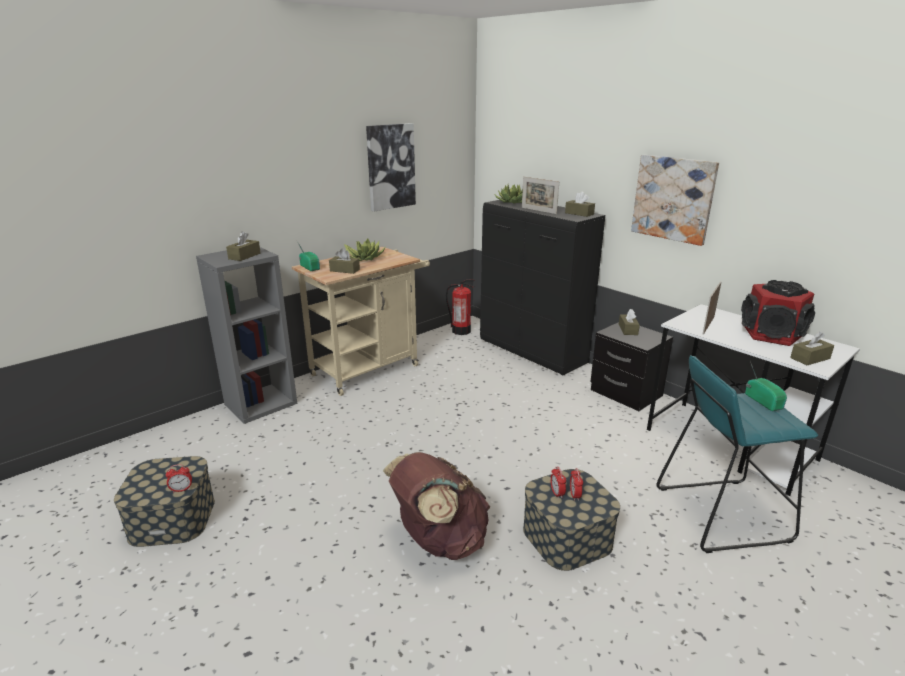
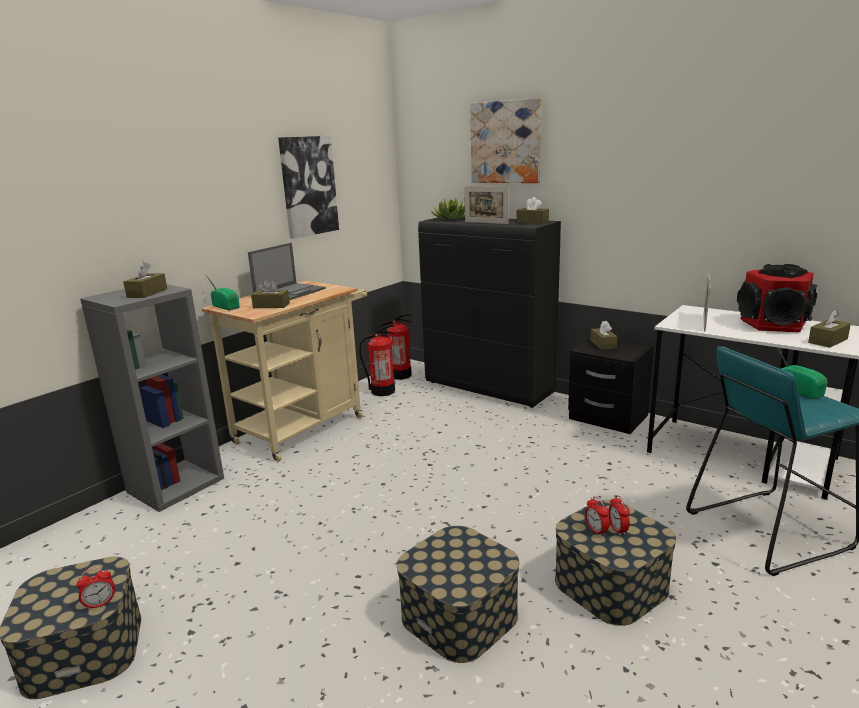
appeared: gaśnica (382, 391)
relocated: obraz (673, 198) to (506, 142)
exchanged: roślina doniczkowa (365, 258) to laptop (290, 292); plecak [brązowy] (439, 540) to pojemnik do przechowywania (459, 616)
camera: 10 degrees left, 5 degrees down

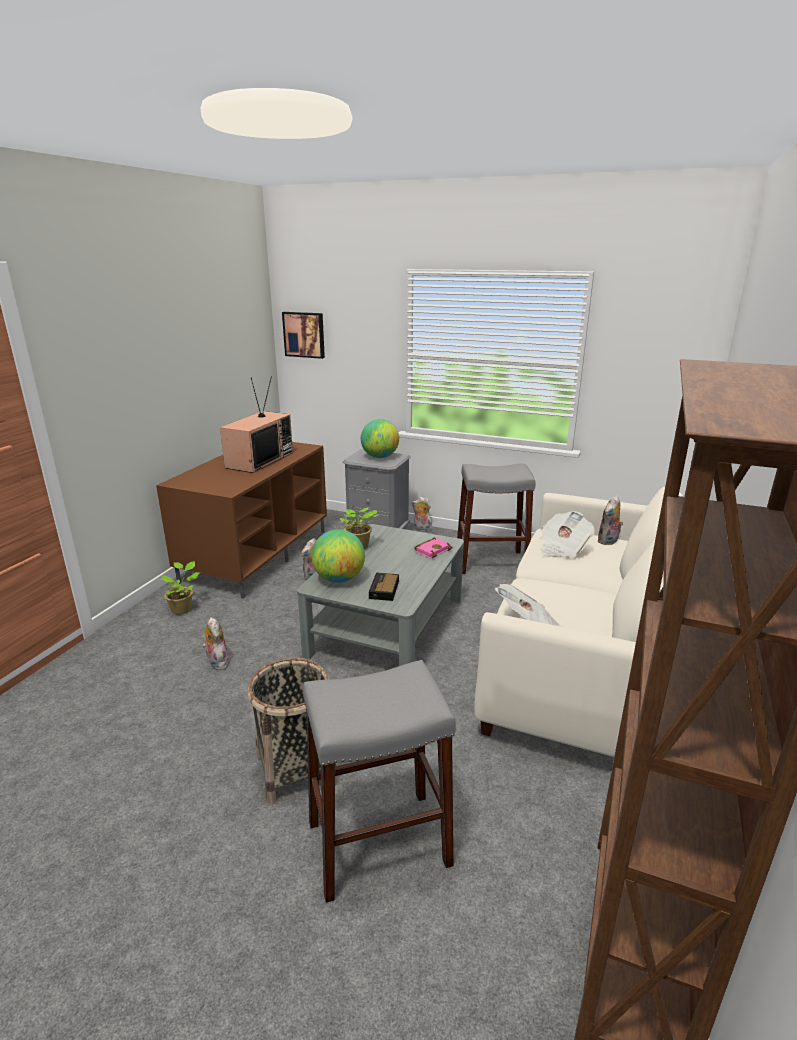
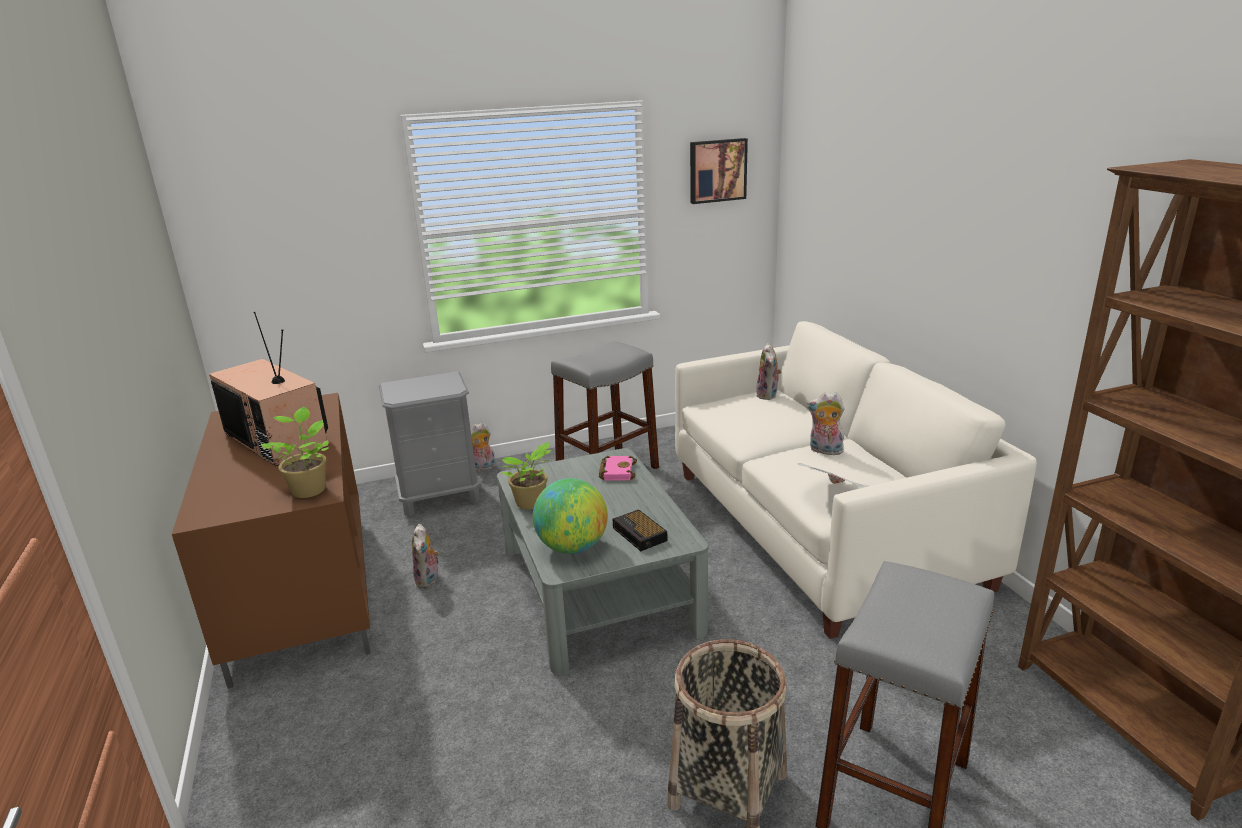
missing: globus (380, 457); gazeta (562, 548)
relocated: roślina doniczkowa (182, 609) to (309, 489); obraz (304, 334) to (717, 170); pluszak (217, 662) to (824, 451)
spun: telewizor (259, 460) = (279, 440) 150 degrees clockwise
camera: 40 degrees left, 0 degrees up

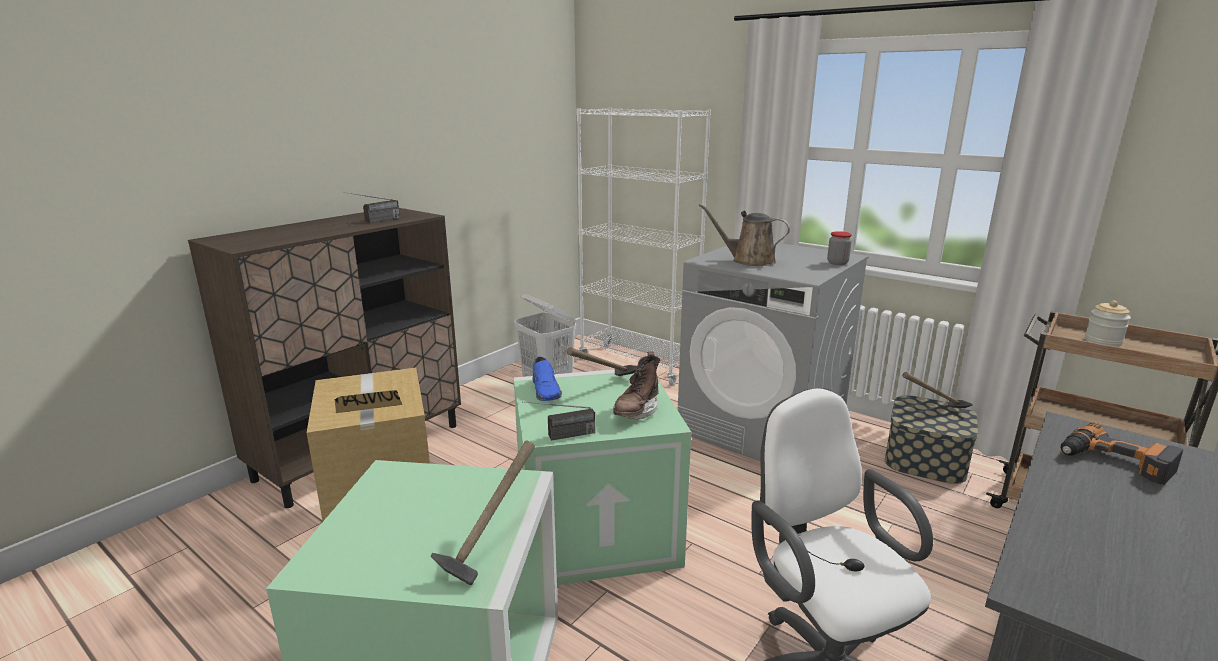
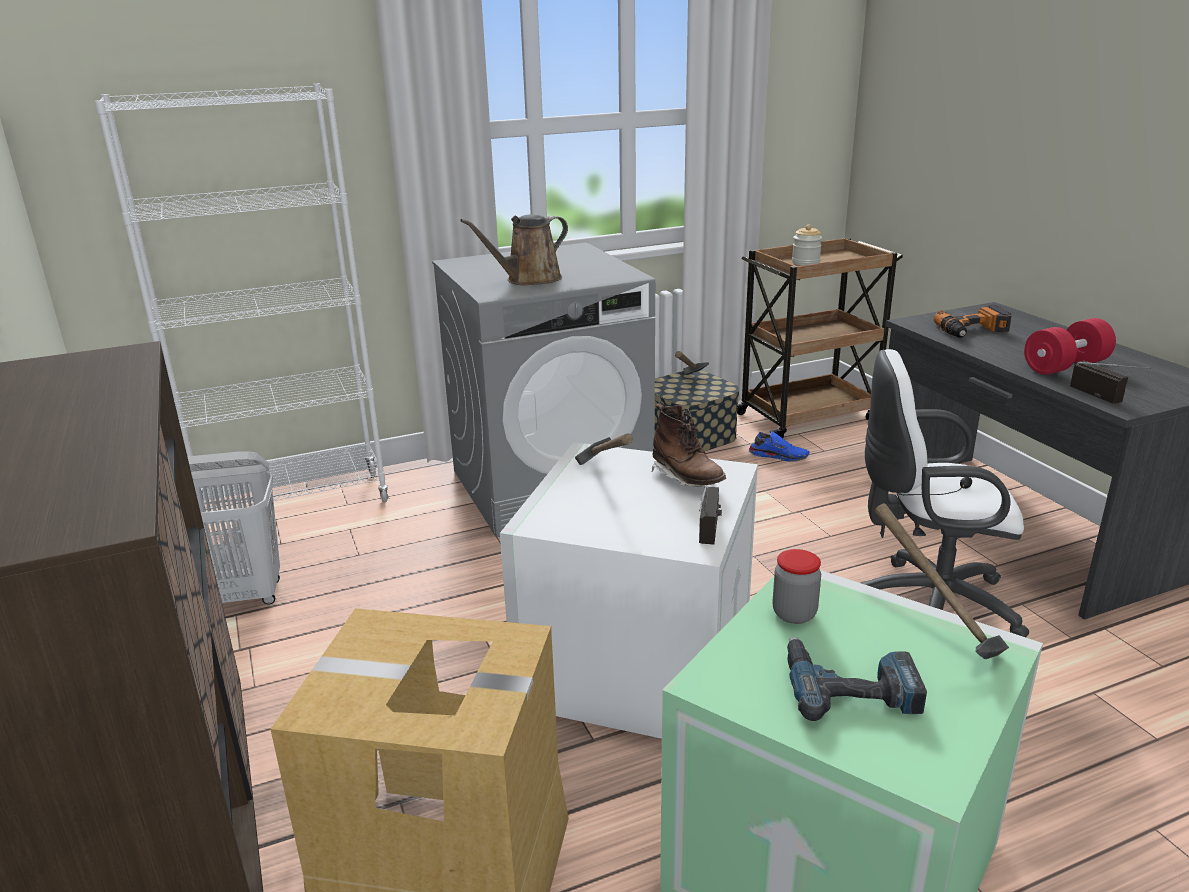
appeared: wiertarka (849, 686); hantel [czerwony] (1065, 366)
relocated: but [niebieski] (546, 390) to (778, 456); słoik (837, 263) to (794, 614); radio (375, 221) to (1108, 398)
colour: pojemnik do przechowywania [zielony] (597, 527) to pojemnik do przechowywania [biały] (635, 660)
camera: 60 degrees left, 5 degrees up

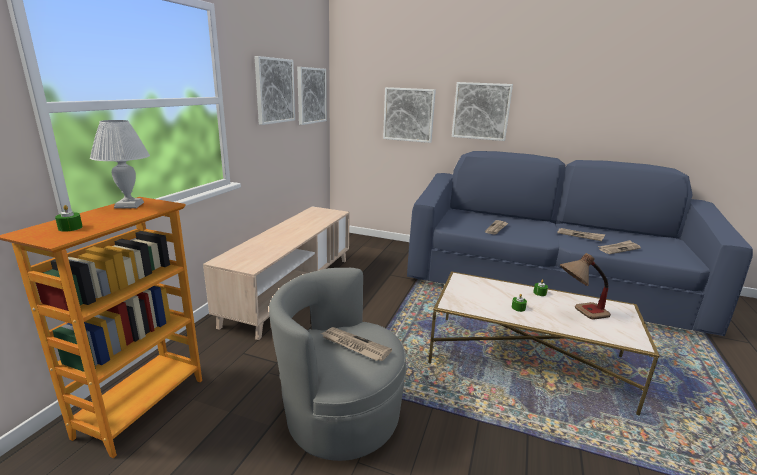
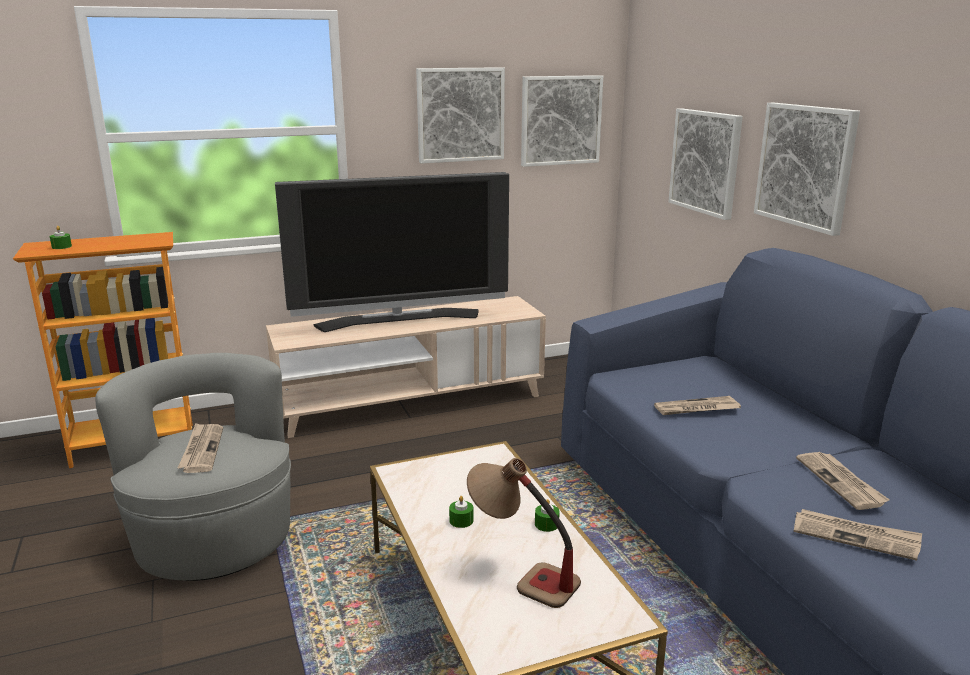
missing: lampa stołowa [biały] (129, 205)
appeared: telewizor (400, 320)
camera: 50 degrees right, 0 degrees up

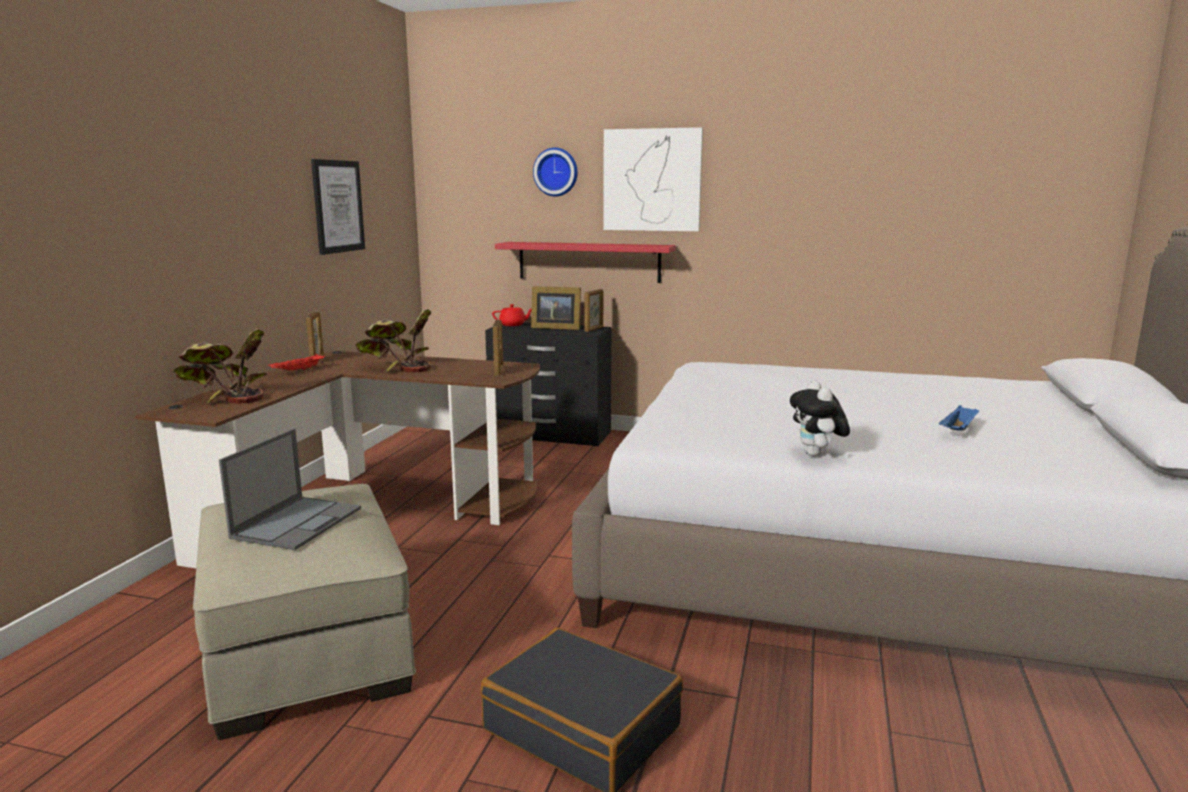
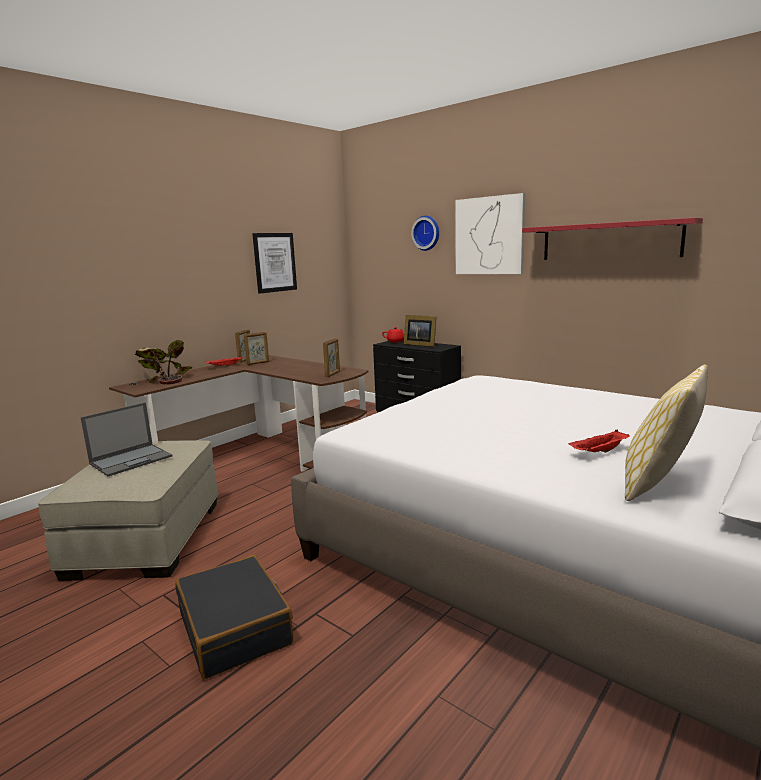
missing: roślina doniczkowa (398, 367); pluszak (816, 455)
appeared: poduszka (659, 484)
relocated: ramka na zdjęcie (594, 329) to (258, 363); półka [czerwony] (589, 262) to (609, 241)
colour: taca [niebieski] (958, 431) to taca [czerwony] (599, 452)
camera: 25 degrees right, 0 degrees up

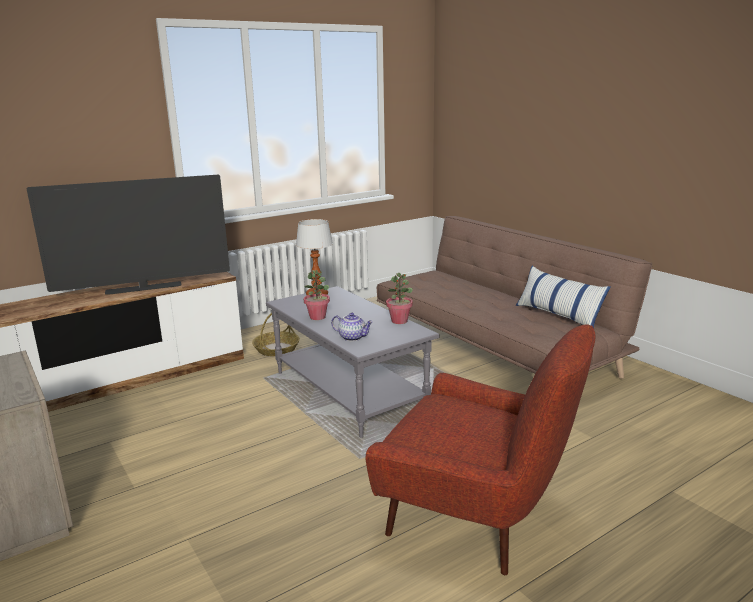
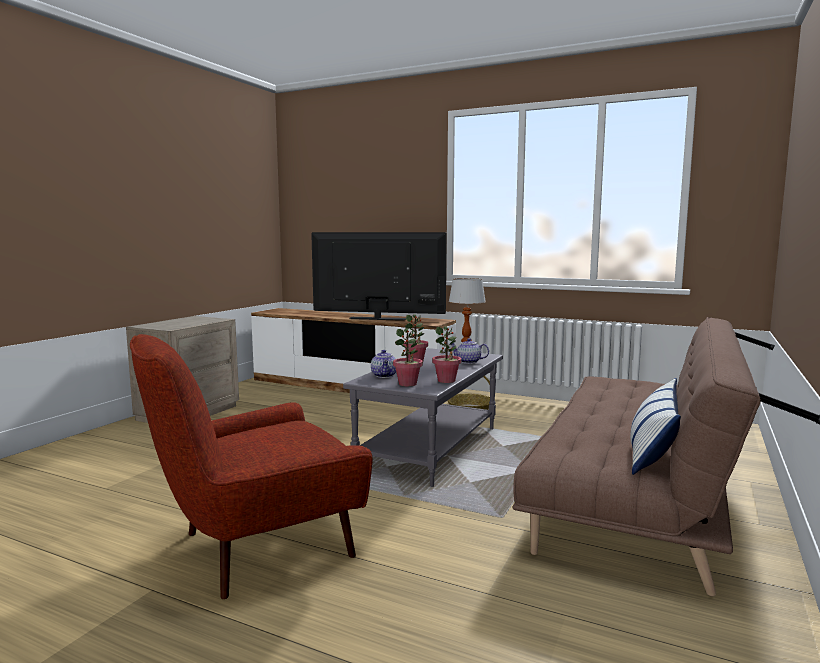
appeared: roślina doniczkowa (408, 384); imbryk (468, 362)
spun: fotel [czerwony] (477, 518) = (256, 548) 60 degrees clockwise; telewizor (144, 288) = (378, 319) 150 degrees clockwise
camera: 60 degrees right, 10 degrees down

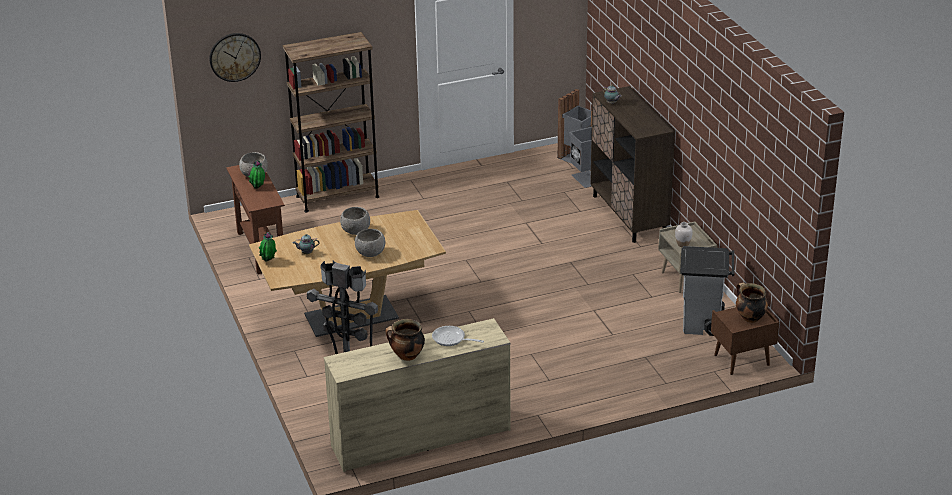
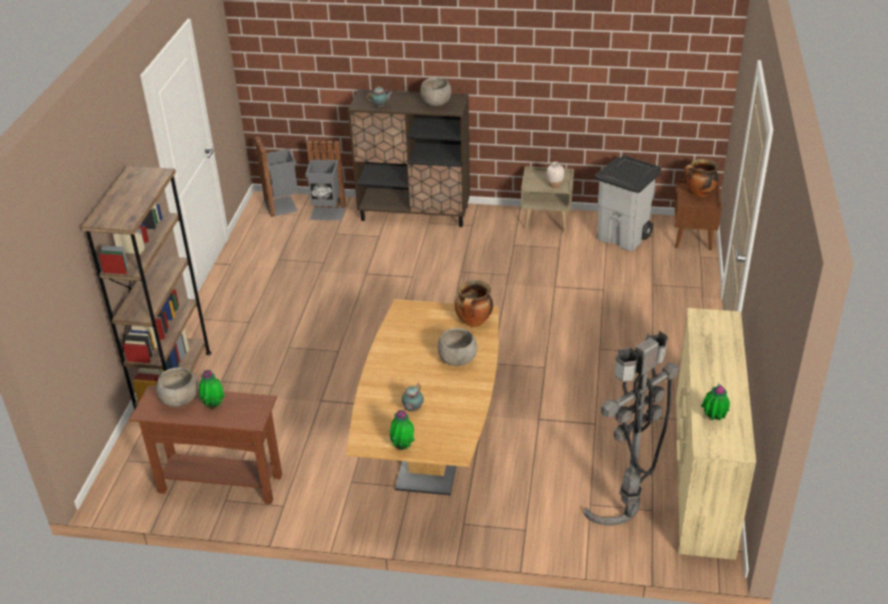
missing: zegar ścienny (235, 57); patelnia (451, 339)
appeared: roślina doniczkowa (713, 420)
relocated: miska [szary] (356, 231) to (435, 103); garnek (406, 356) to (474, 322)
camera: 60 degrees left, 5 degrees up

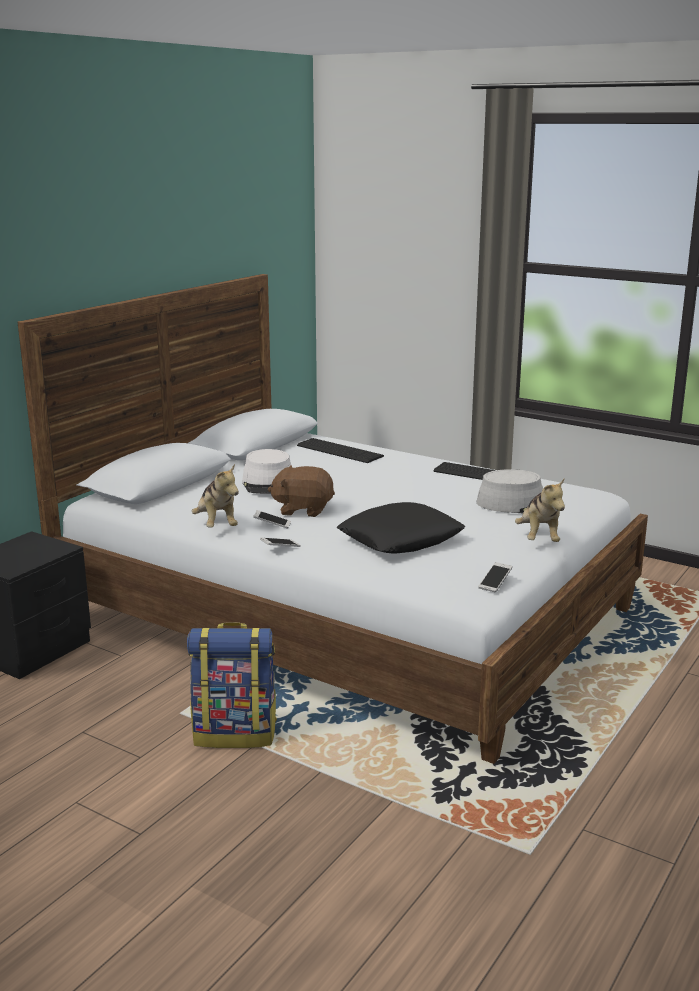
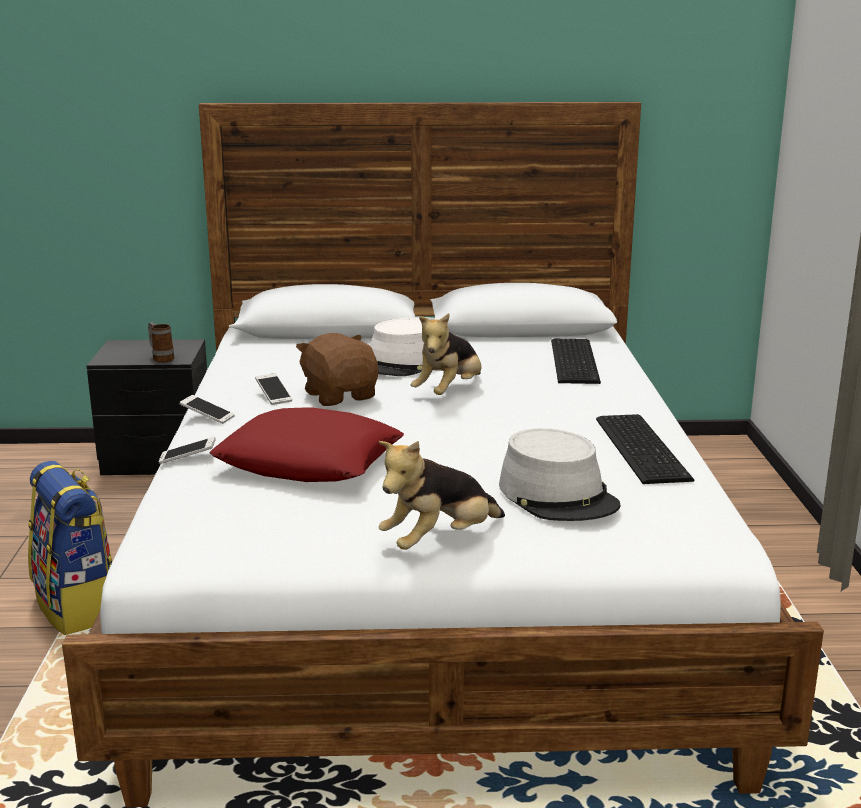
appeared: kubek (161, 358)
relocated: telefon (495, 583) to (188, 458); pluszak (216, 525) to (449, 392)
colour: poduszka [czarny] (401, 538) to poduszka [czerwony] (309, 461)
camera: 55 degrees right, 0 degrees up

